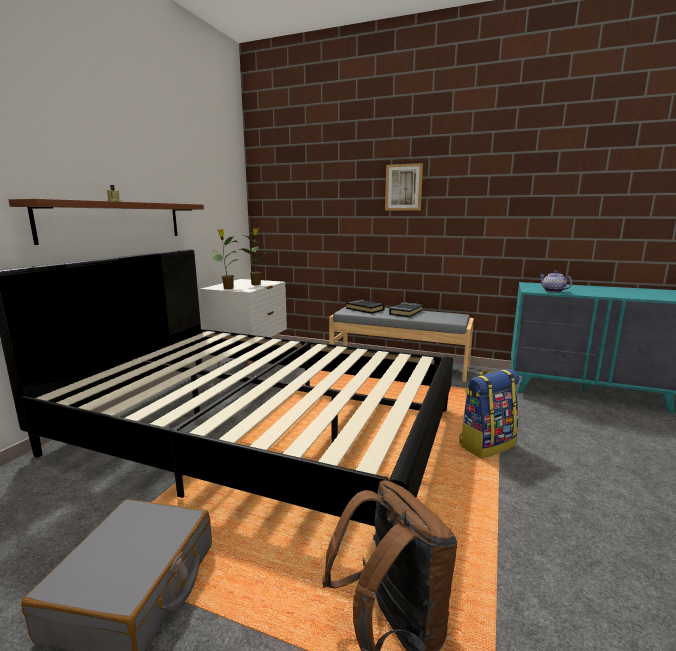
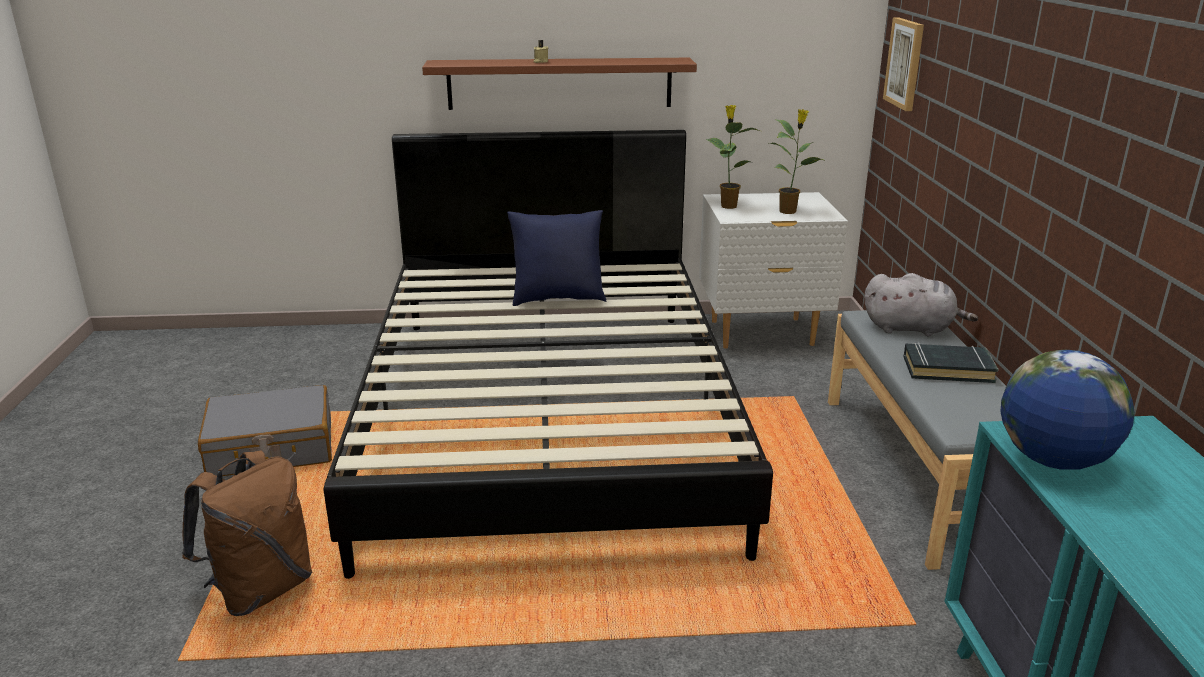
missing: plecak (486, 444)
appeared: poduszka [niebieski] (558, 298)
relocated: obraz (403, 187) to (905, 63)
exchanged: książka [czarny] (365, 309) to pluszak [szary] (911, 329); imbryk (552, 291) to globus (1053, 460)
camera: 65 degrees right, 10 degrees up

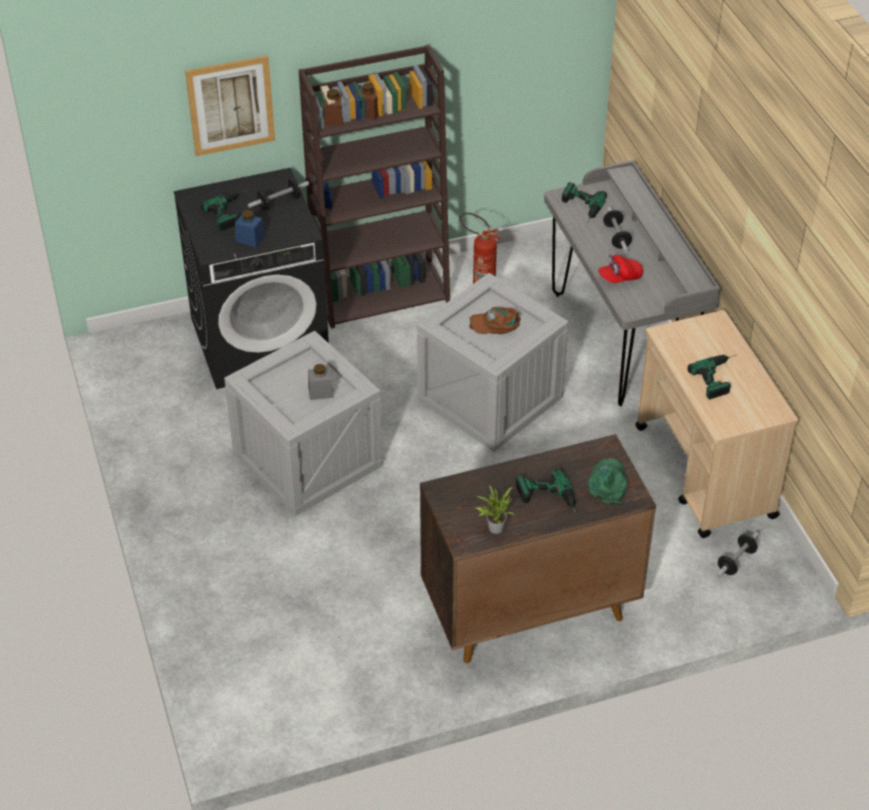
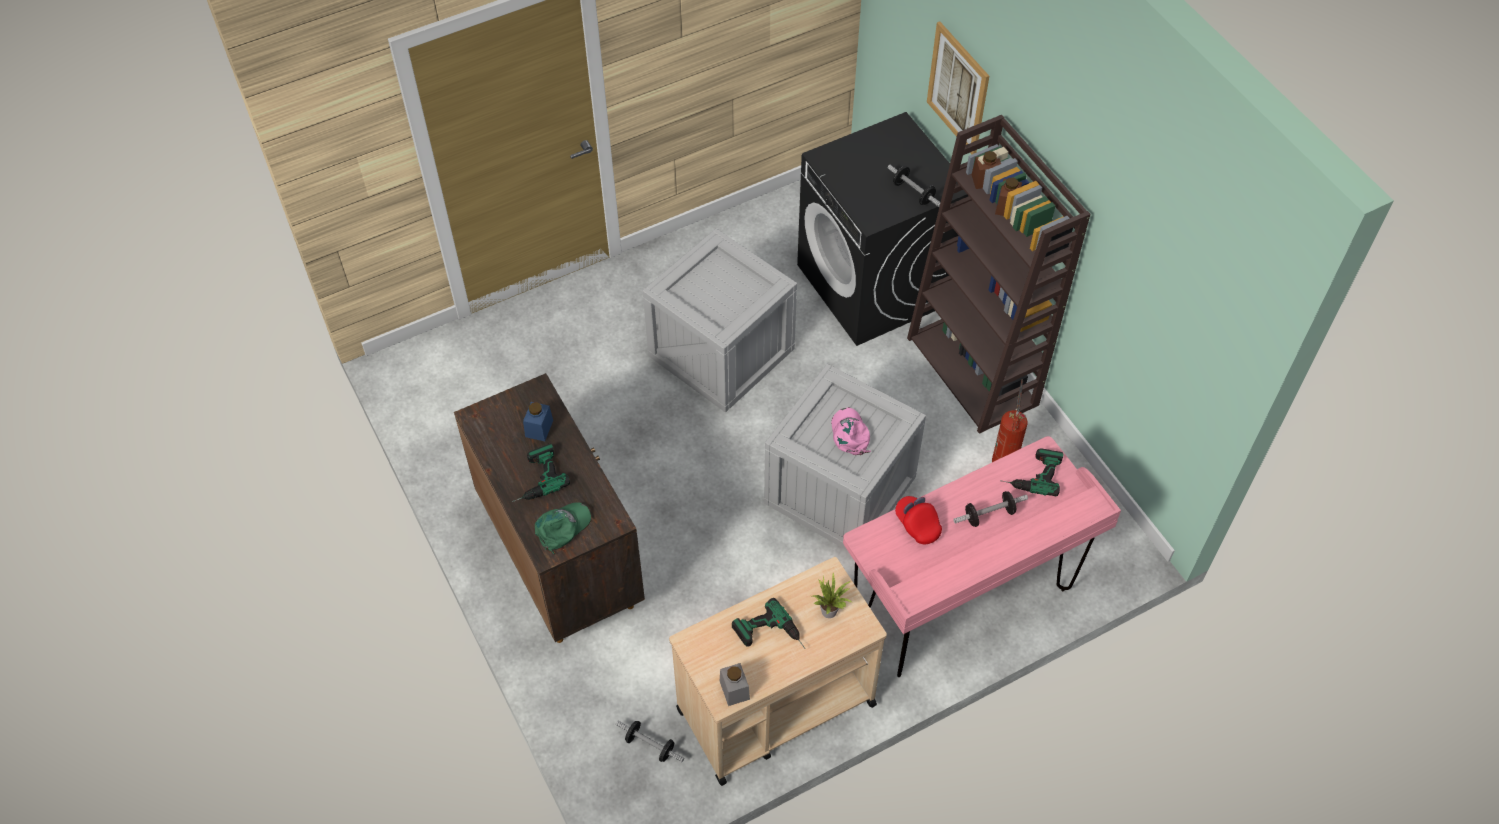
missing: wiertarka (232, 211)
relocated: słoik [niebieski] (250, 239) to (539, 428); słoik [szary] (321, 392) to (734, 690); roślina doniczkowa (494, 527) to (830, 609)
colour: czapka z daszkiem [brązowy] (496, 323) to czapka z daszkiem [różowy] (850, 434); biurko [szary] (618, 341) to biurko [różowy] (962, 603)
spun: czapka z daszkiem [zielony] (608, 484) = (563, 527) 45 degrees counterclockwise
camera: 80 degrees right, 10 degrees up

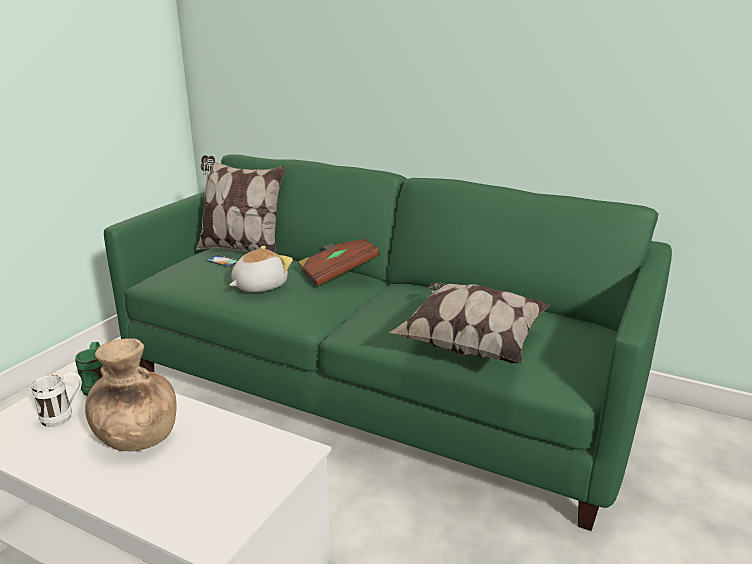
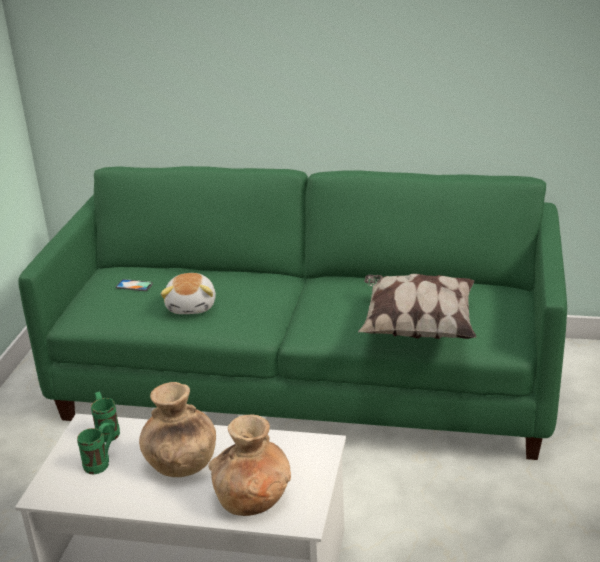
missing: poduszka (241, 250); książka [brązowy] (338, 273)
appeared: wazon [brązowy] (253, 500)
colour: kubek [biały] (64, 416) to kubek [zielony] (101, 463)
spun: pluszak (259, 286) = (192, 306) 150 degrees clockwise
camera: 15 degrees left, 5 degrees up

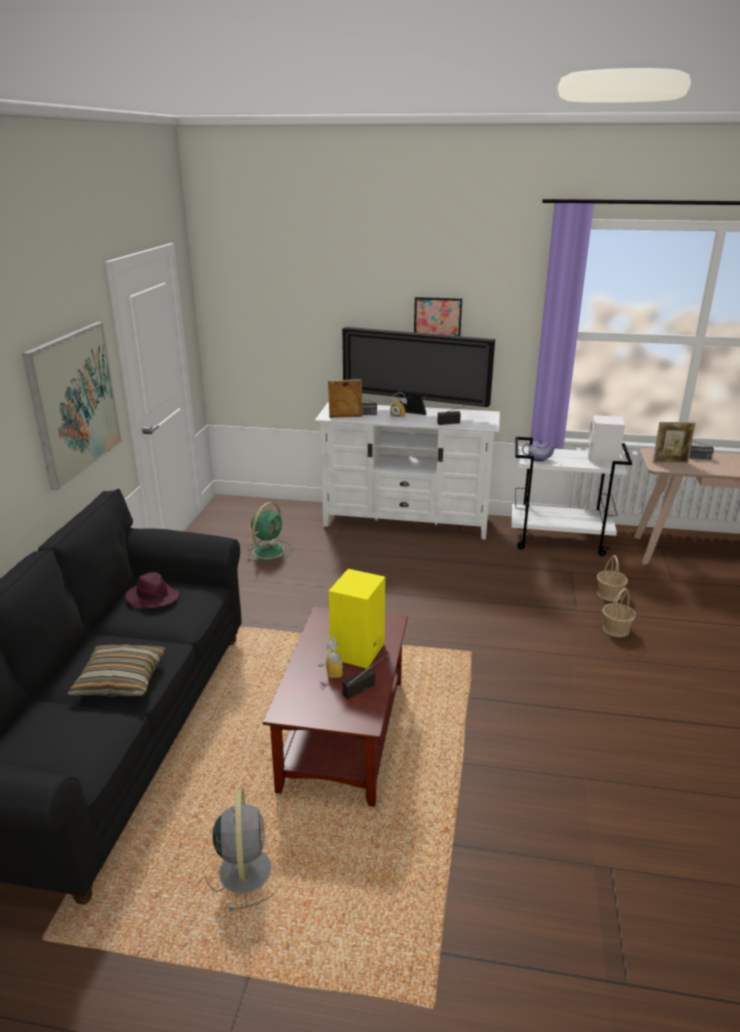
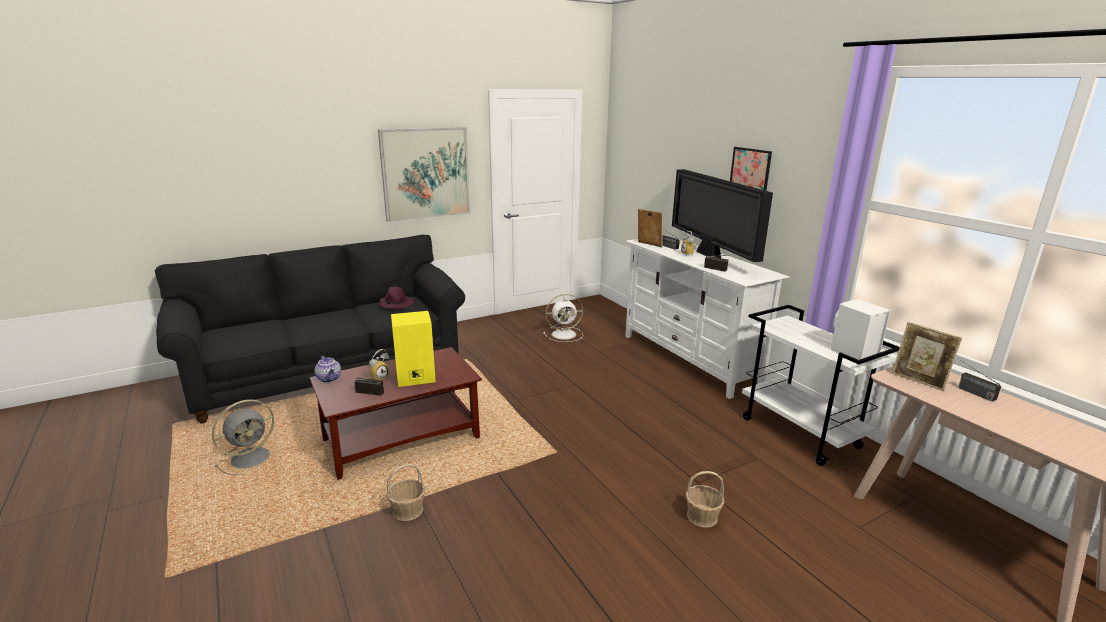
missing: poduszka (120, 680)
relocated: imbryk (538, 459) to (329, 379); koszyk (609, 594) to (408, 510)
colour: wentylator [zielony] (269, 551) to wentylator [biały] (565, 334)
camera: 50 degrees right, 5 degrees down

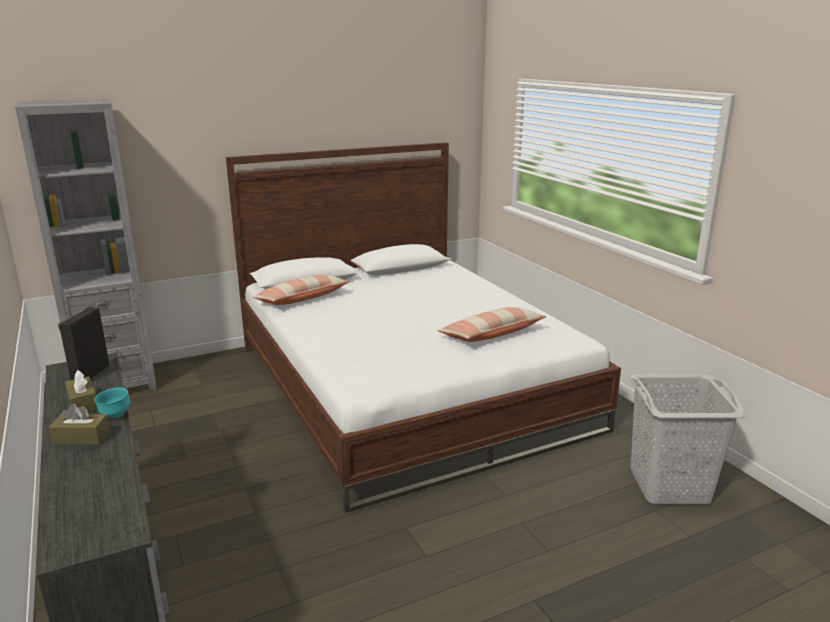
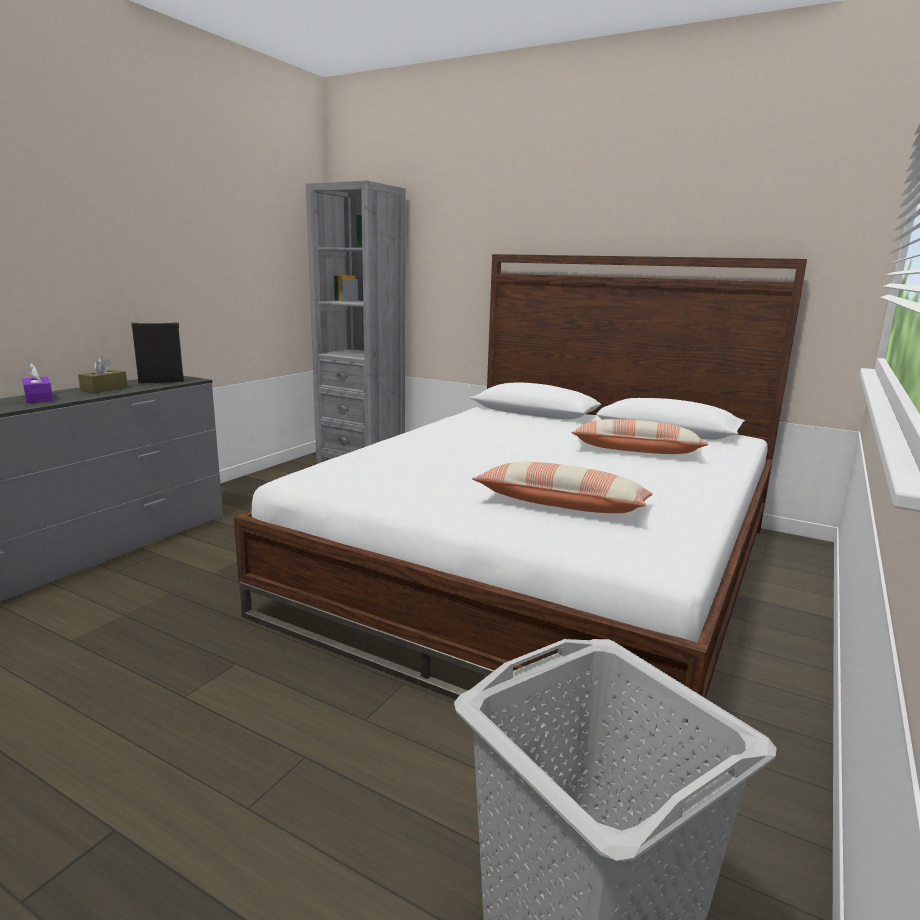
missing: miska [turkusowy] (115, 416)
relocated: poduszka (302, 299) to (635, 451)
colour: pudełko chusteczek [brązowy] (81, 438) to pudełko chusteczek [fioletowy] (39, 398)
camera: 55 degrees right, 5 degrees down

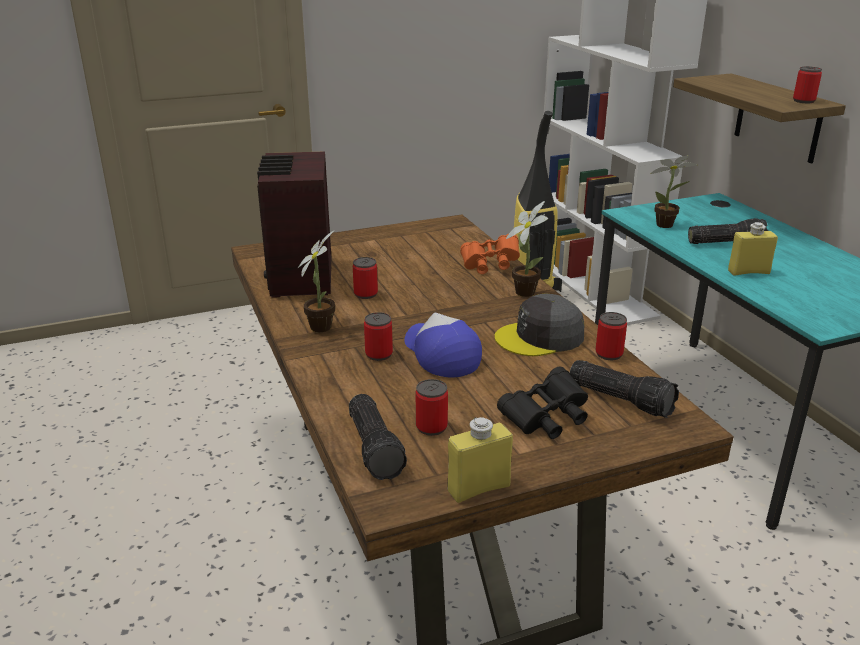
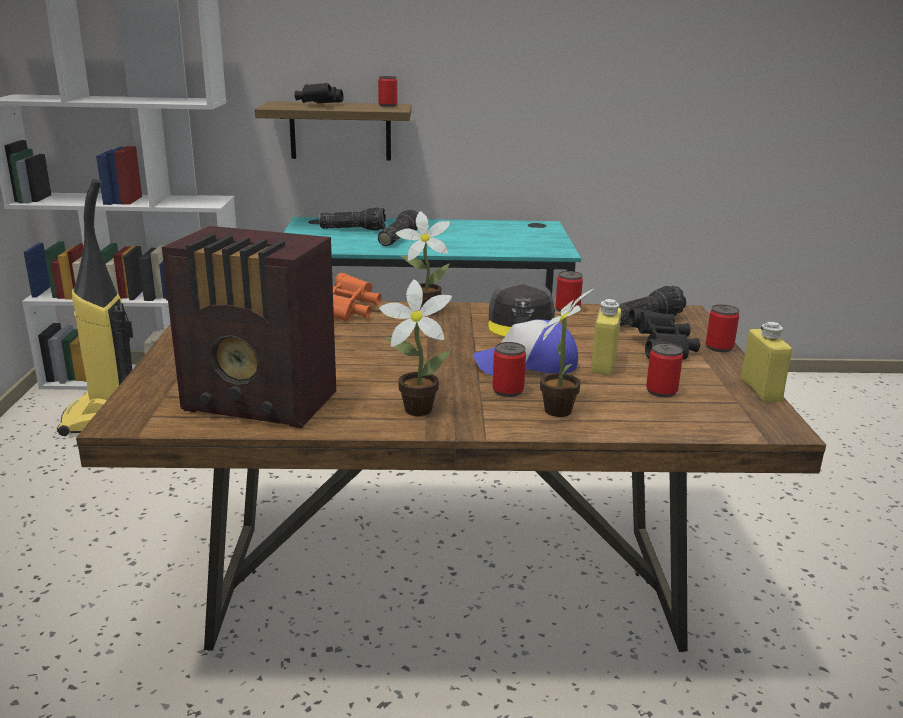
appeared: lornetka [czarny] (319, 105)
relocated: latarka (376, 447) to (354, 229); roślina doniczkowa (667, 225) to (560, 409); butelka [żółty] (748, 272) to (603, 364); puszka (365, 294) to (719, 347)
camera: 70 degrees left, 5 degrees down

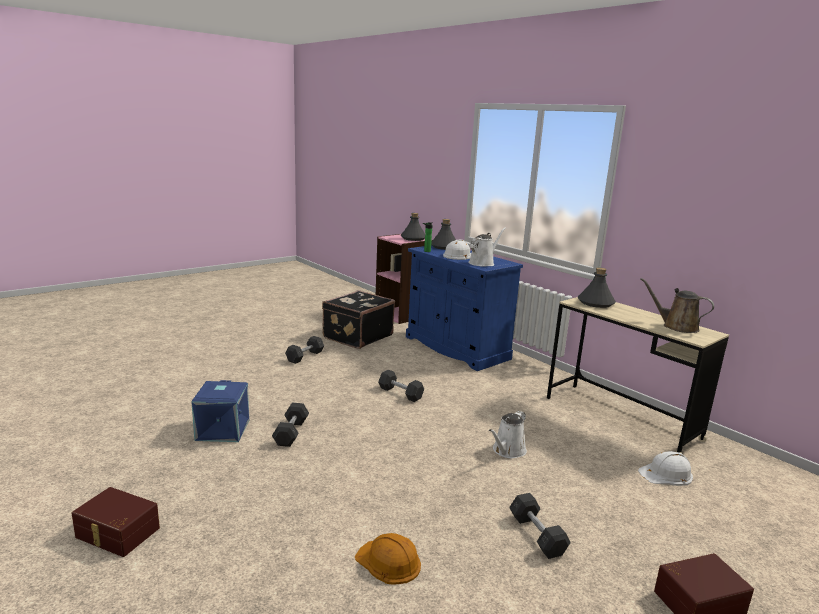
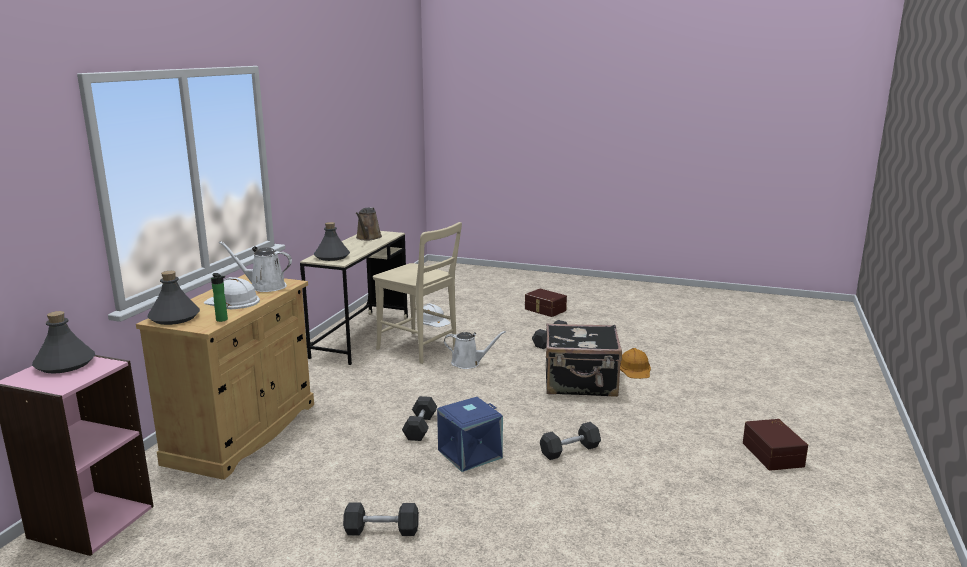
appeared: krzesło [beżowy] (420, 349)
relocated: pojemnik do przechowywania [niebieski] (223, 430) to (469, 453); walizka [czarny] (357, 336) to (581, 383)
colour: szafka [niebieski] (456, 348) to szafka [beżowy] (243, 433)
camera: 120 degrees left, 0 degrees up

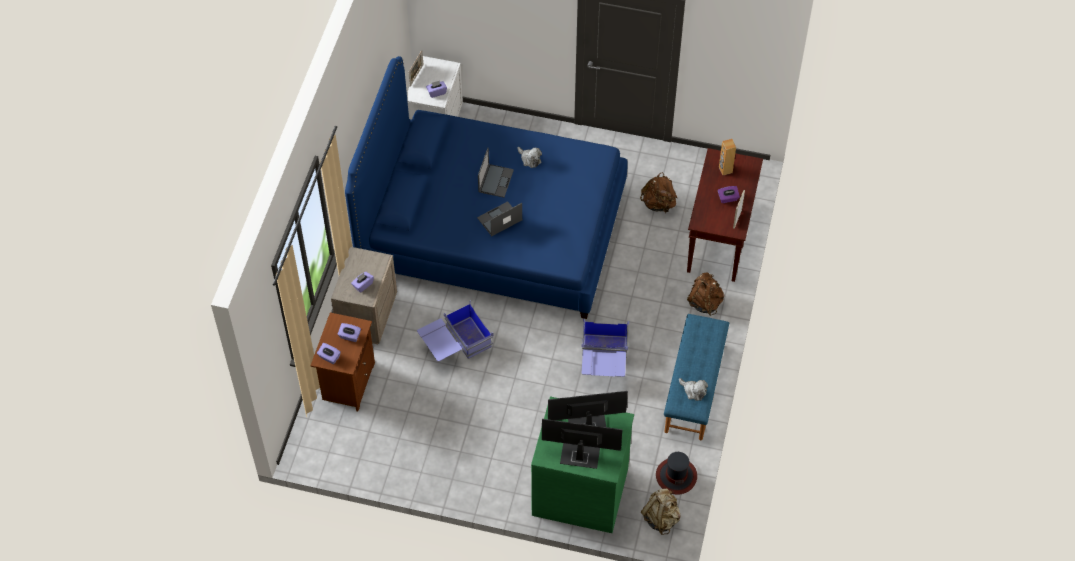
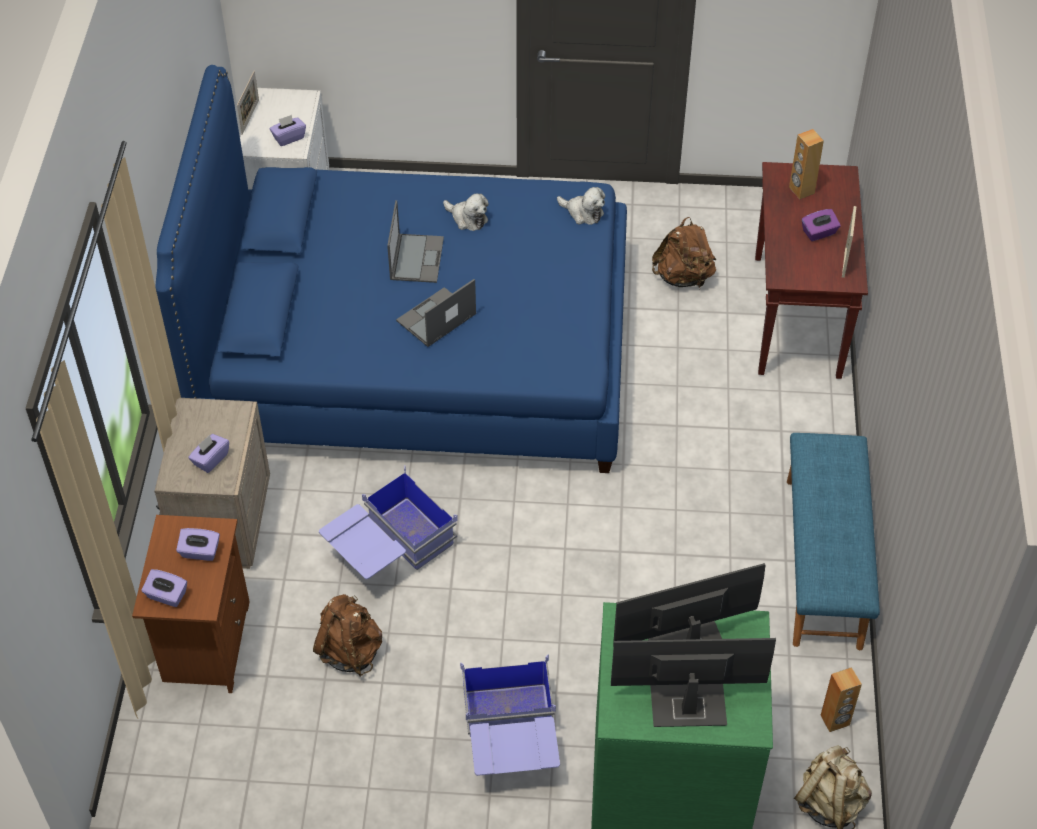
relocated: plecak [brązowy] (705, 302) to (350, 651); pojemnik do przechowywania [niebieski] (603, 361) to (510, 740); pluszak (693, 391) to (583, 213)
exchanged: kapelusz (676, 476) to głośnik [brązowy] (835, 720)
camera: 10 degrees left, 5 degrees down

